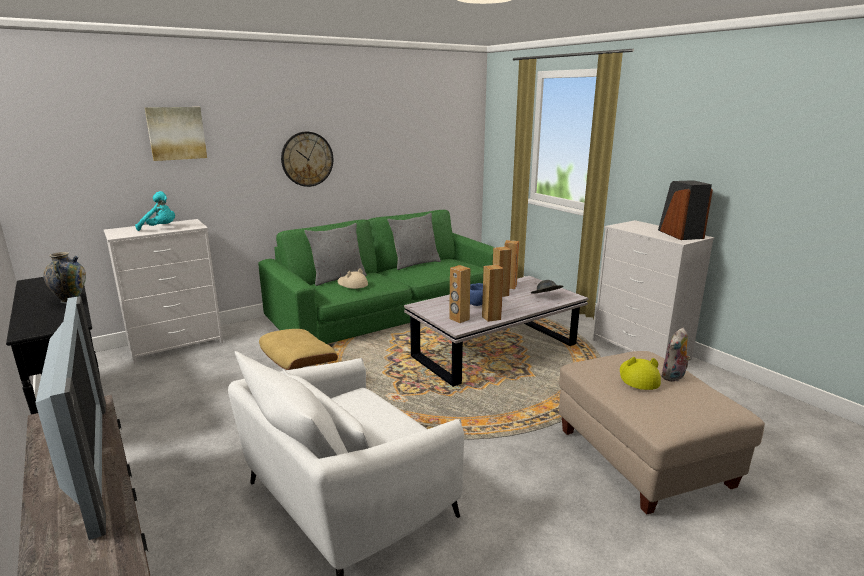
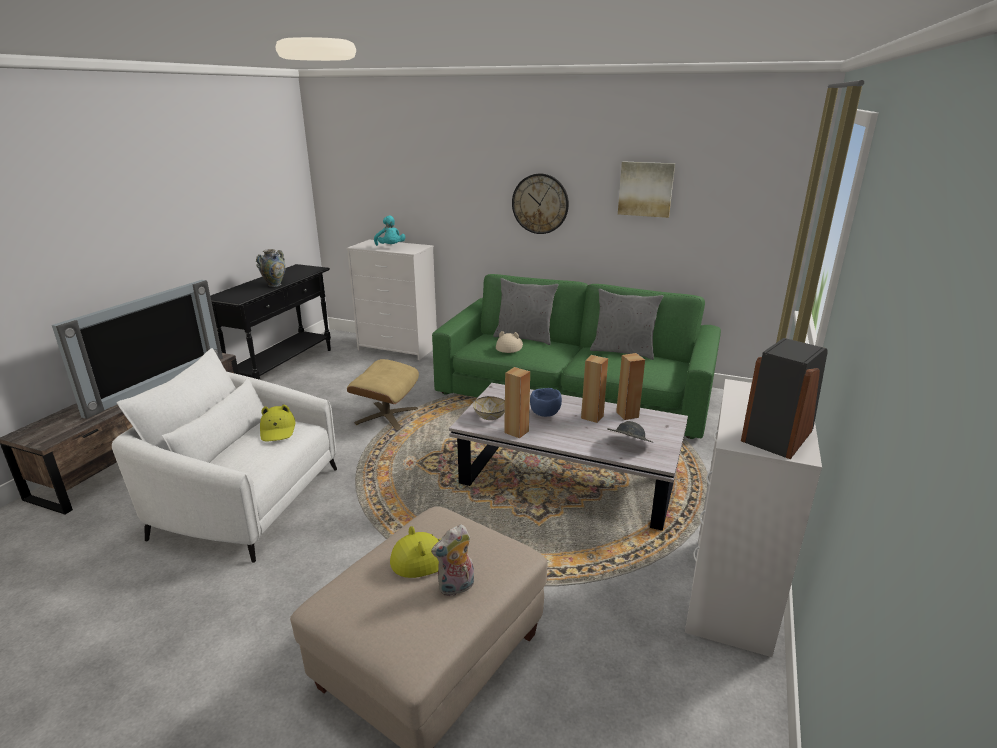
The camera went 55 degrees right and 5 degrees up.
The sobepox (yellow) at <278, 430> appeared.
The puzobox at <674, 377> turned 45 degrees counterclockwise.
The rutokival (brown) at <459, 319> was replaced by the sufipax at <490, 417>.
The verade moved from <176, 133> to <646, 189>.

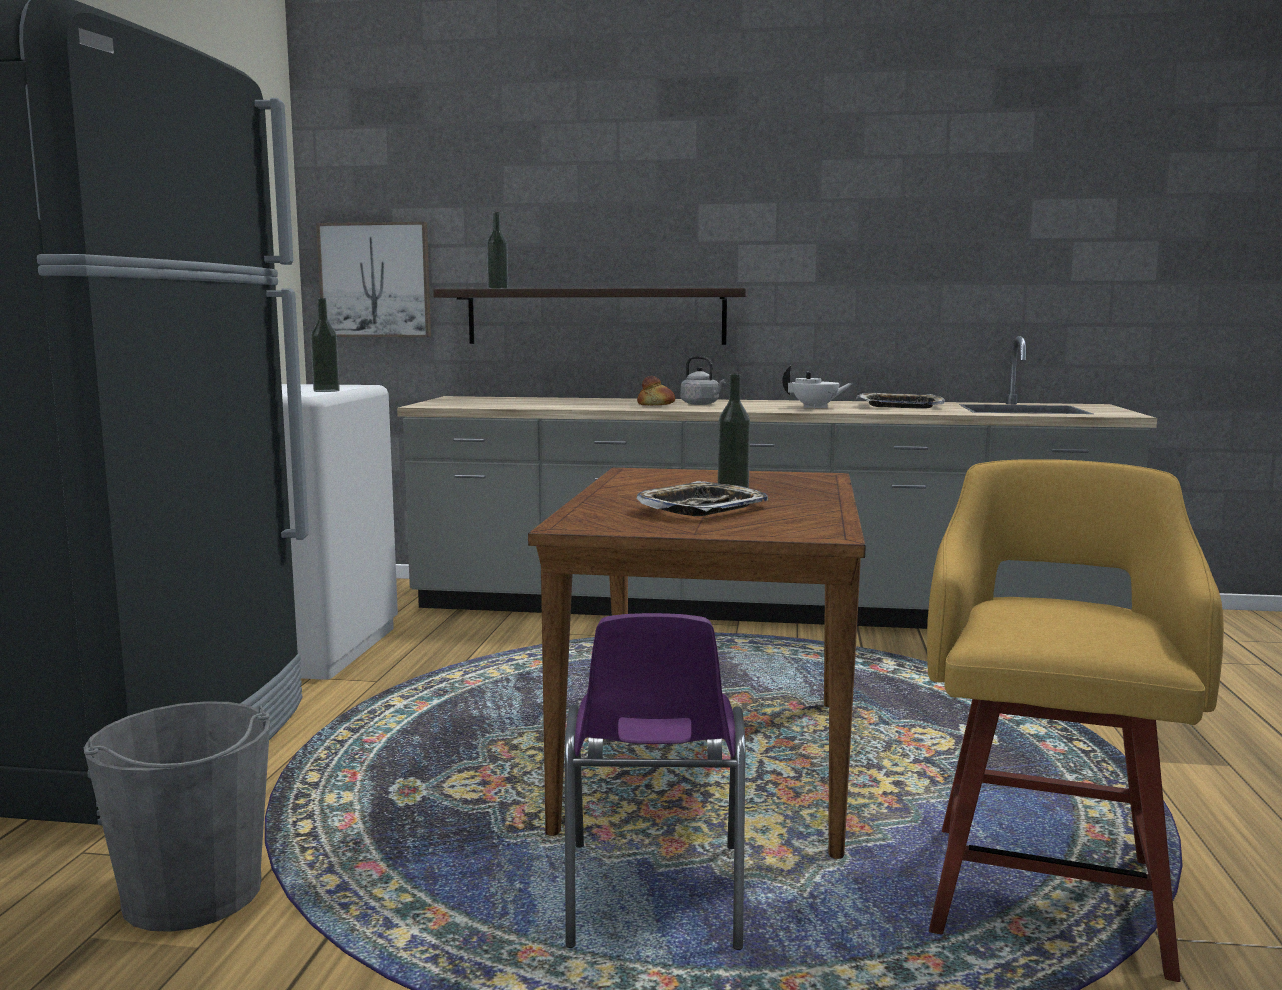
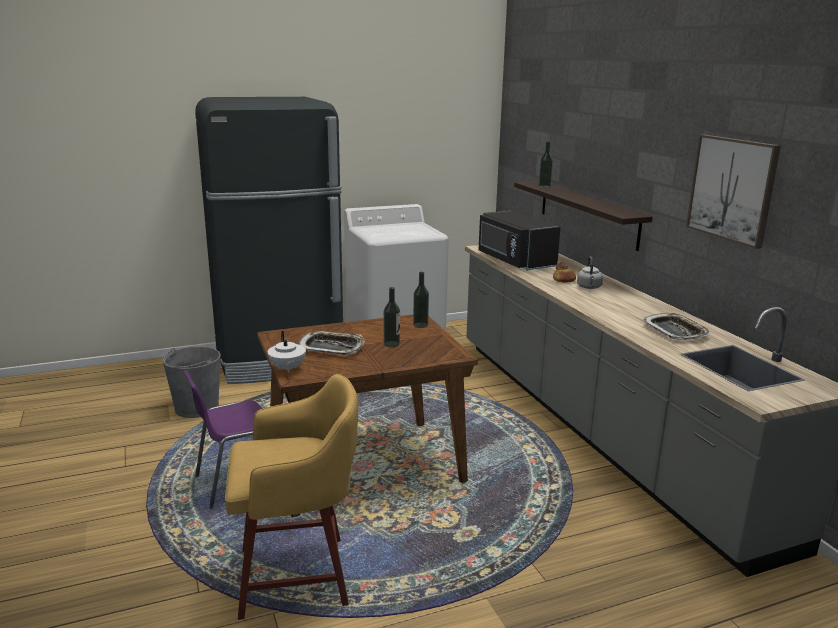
The camera went 60 degrees right and 10 degrees up.
The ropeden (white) moved from <815, 407> to <287, 369>.
The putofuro moved from <326, 391> to <420, 325>.
The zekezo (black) at <514, 261> appeared.
The verade moved from <375, 280> to <732, 189>.

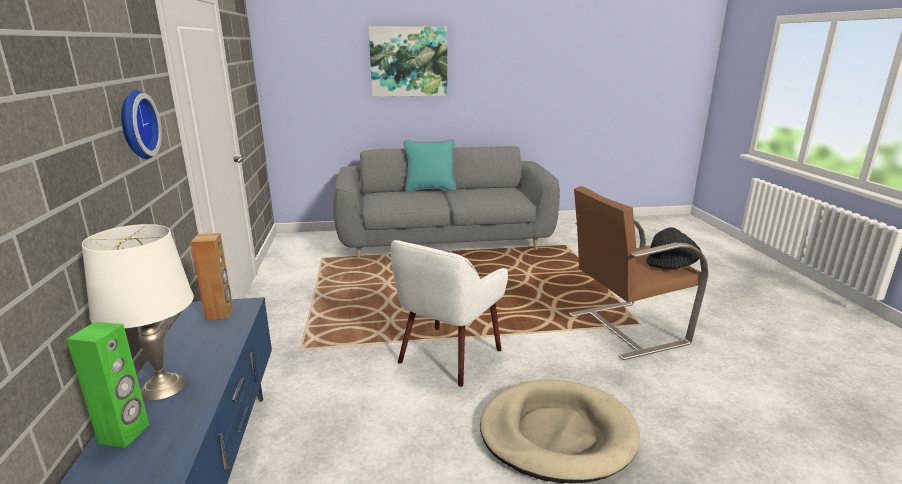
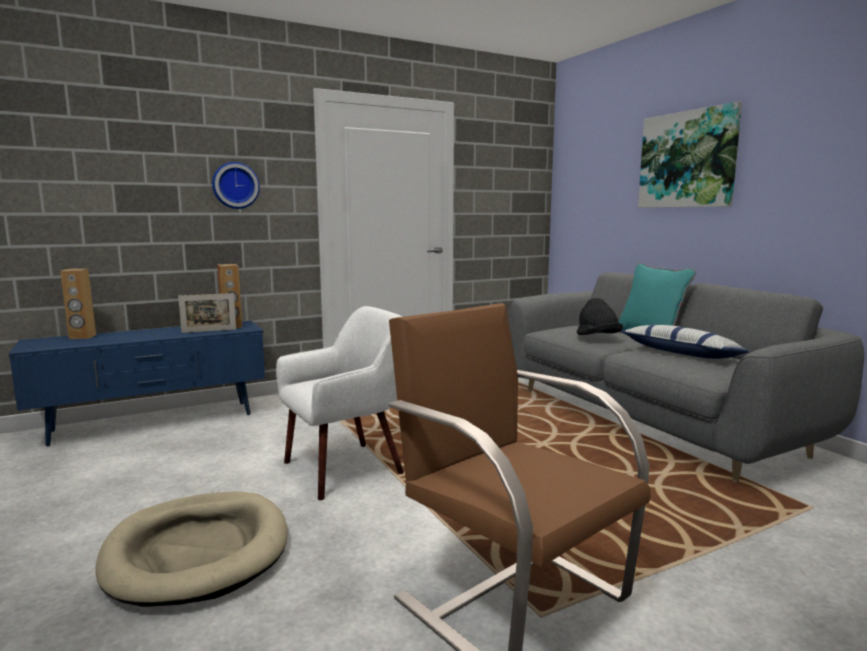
The camera went 70 degrees right and 10 degrees down.
The rutokival (green) at <125, 434> became the rutokival (brown) at <82, 337>.
The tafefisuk at <209, 331> appeared.
The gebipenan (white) at <448, 356> turned 135 degrees clockwise.
The sobepox (black) moved from <672, 265> to <597, 338>.
The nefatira at <681, 354> appeared.
The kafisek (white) at <162, 387> disappeared.

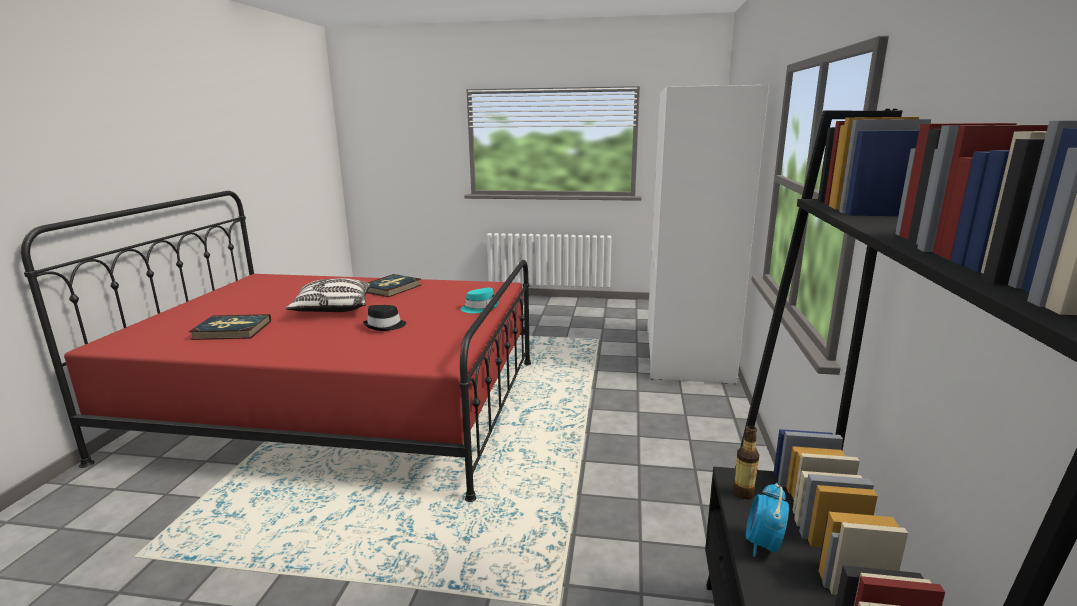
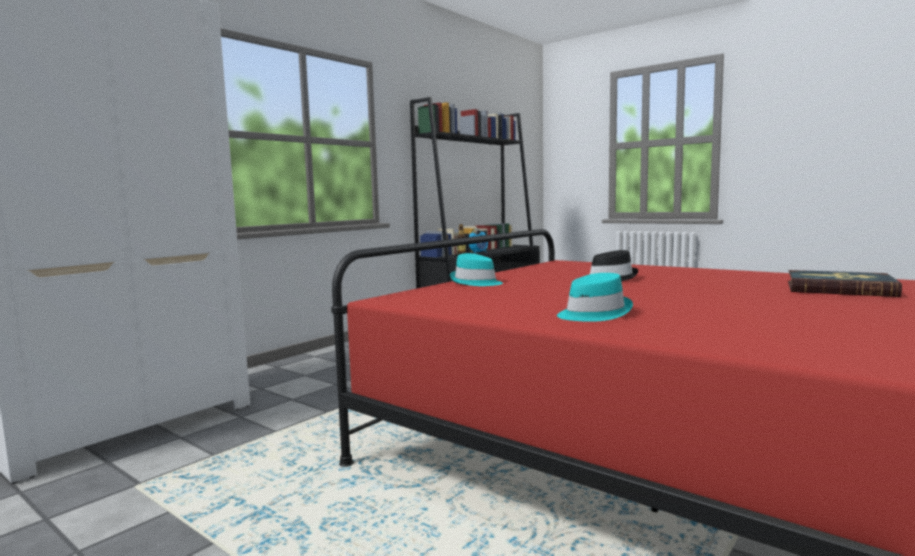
The camera went 150 degrees left and 10 degrees down.
The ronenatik at <391, 288> was replaced by the sobepox (turquoise) at <593, 314>.
The nefatira at <332, 309> disappeared.

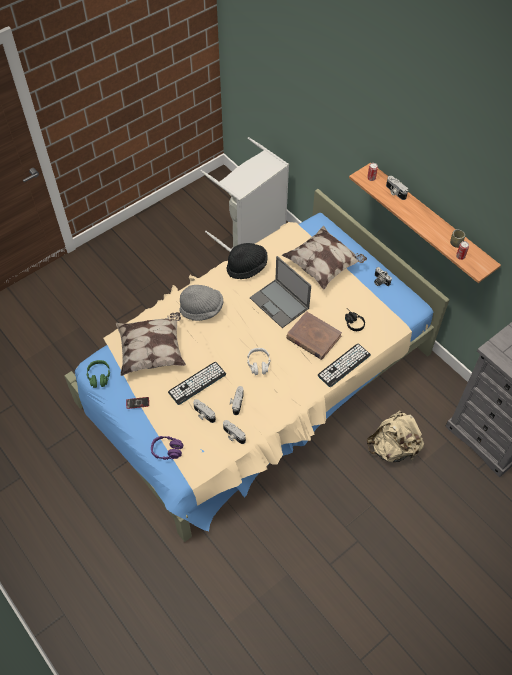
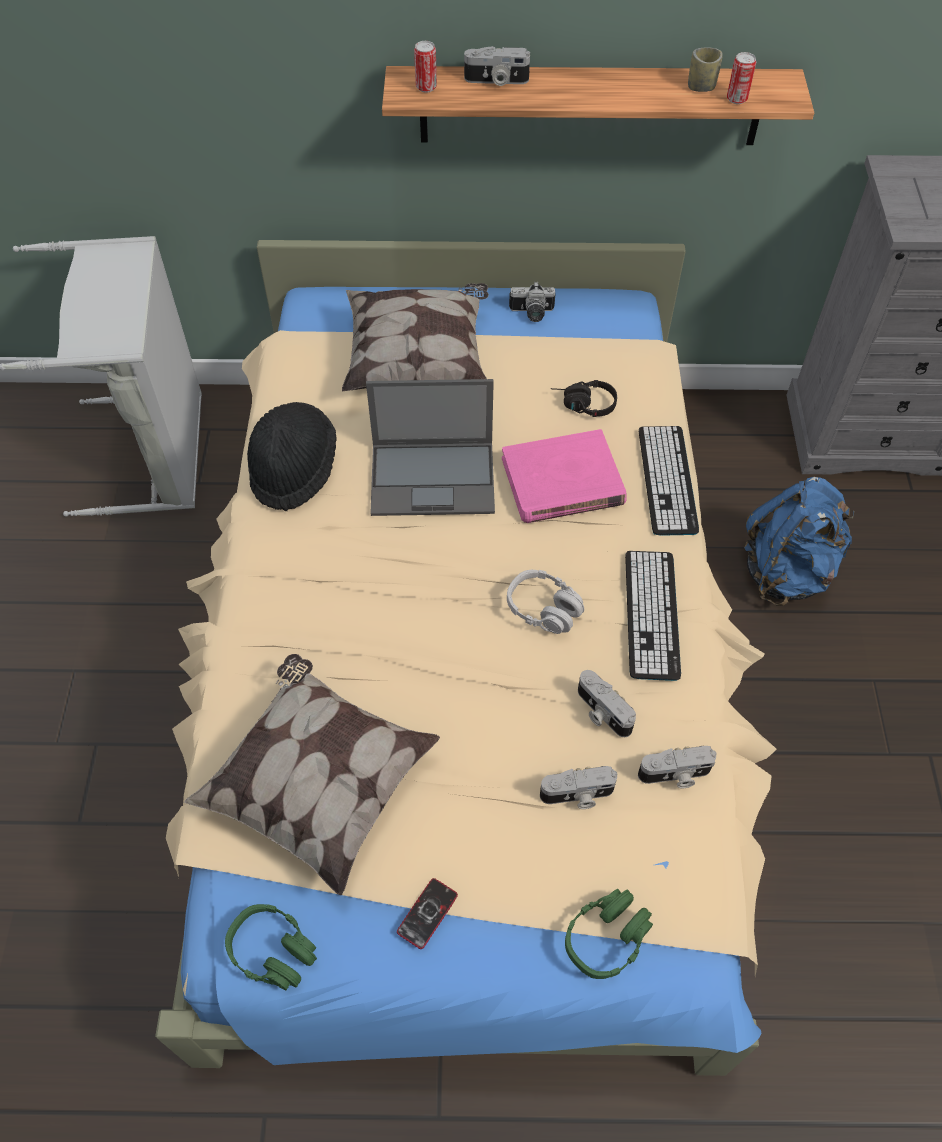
The camera went 50 degrees left and 0 degrees up.
The ronenatik (brown) at <313, 337> became the ronenatik (pink) at <562, 482>.
The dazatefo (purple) at <167, 450> became the dazatefo (green) at <606, 938>.
The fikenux moved from <197, 383> to <651, 614>.
The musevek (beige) at <393, 448> became the musevek (blue) at <787, 571>.
The sobepox (grey) at <202, 309> disappeared.

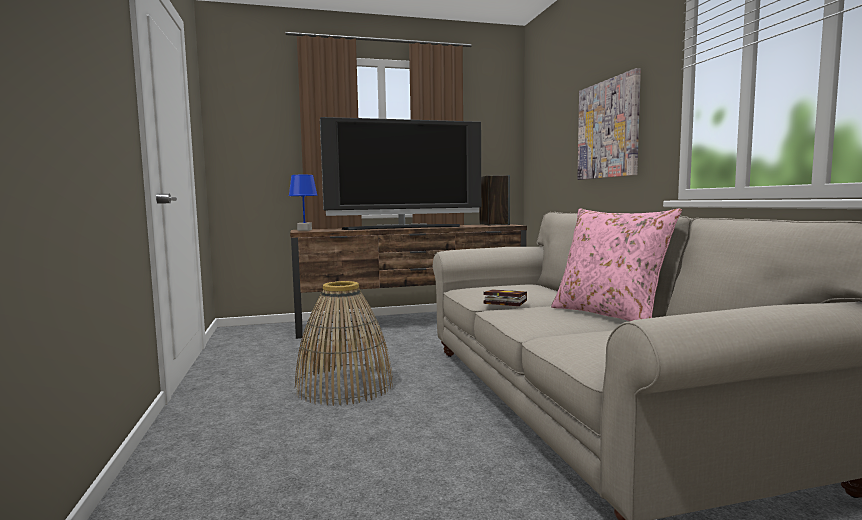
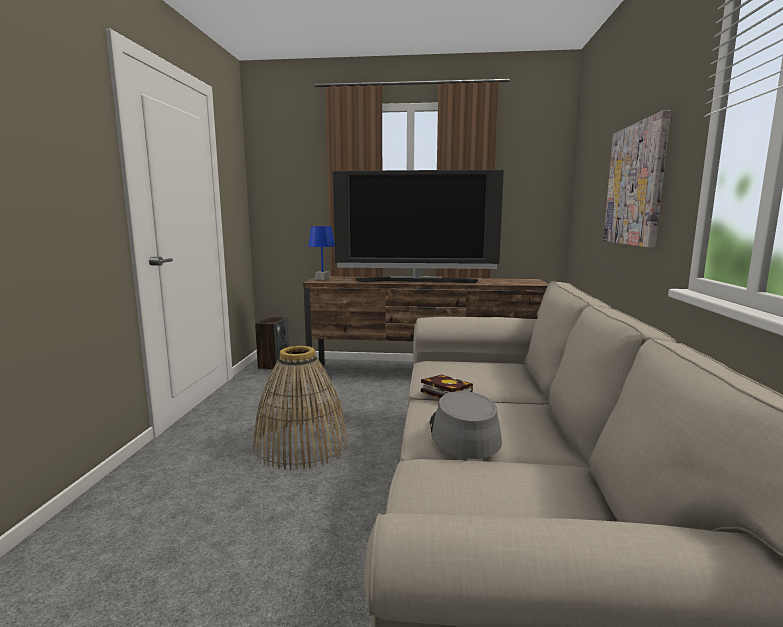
The camera went 20 degrees right and 5 degrees up.
The rutokival moved from <493, 224> to <274, 365>.
The sobepox (grey) at <463, 433> appeared.
The nefatira (pink) at <609, 314> disappeared.

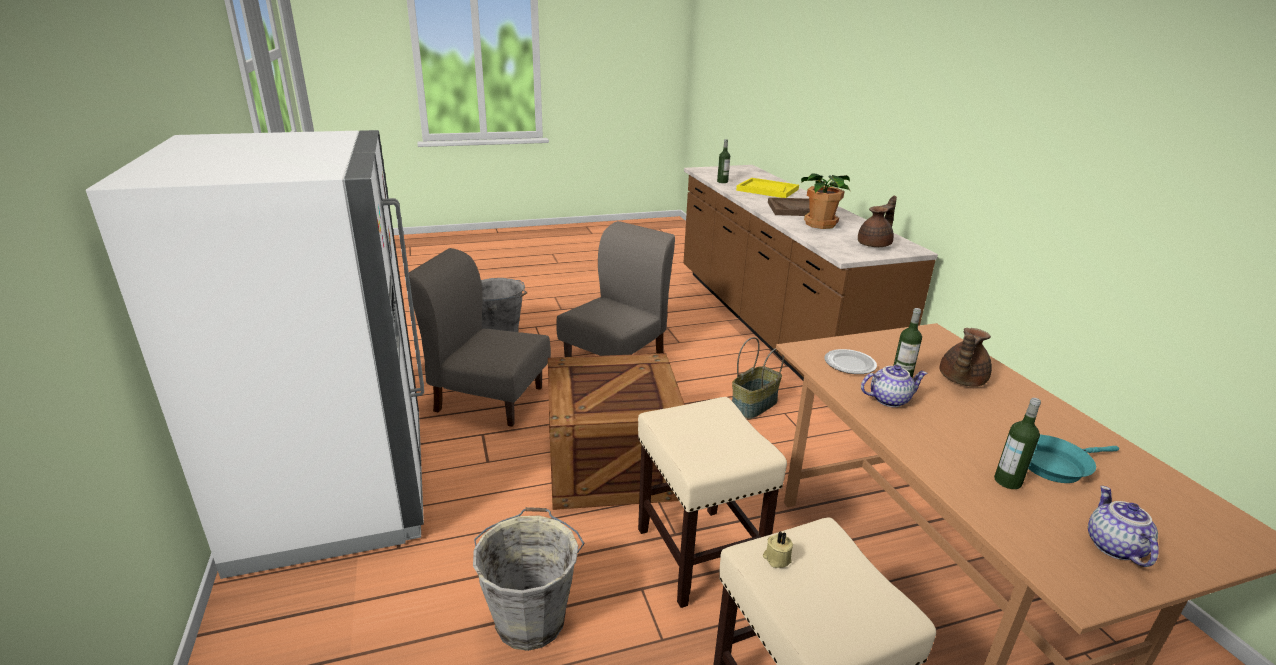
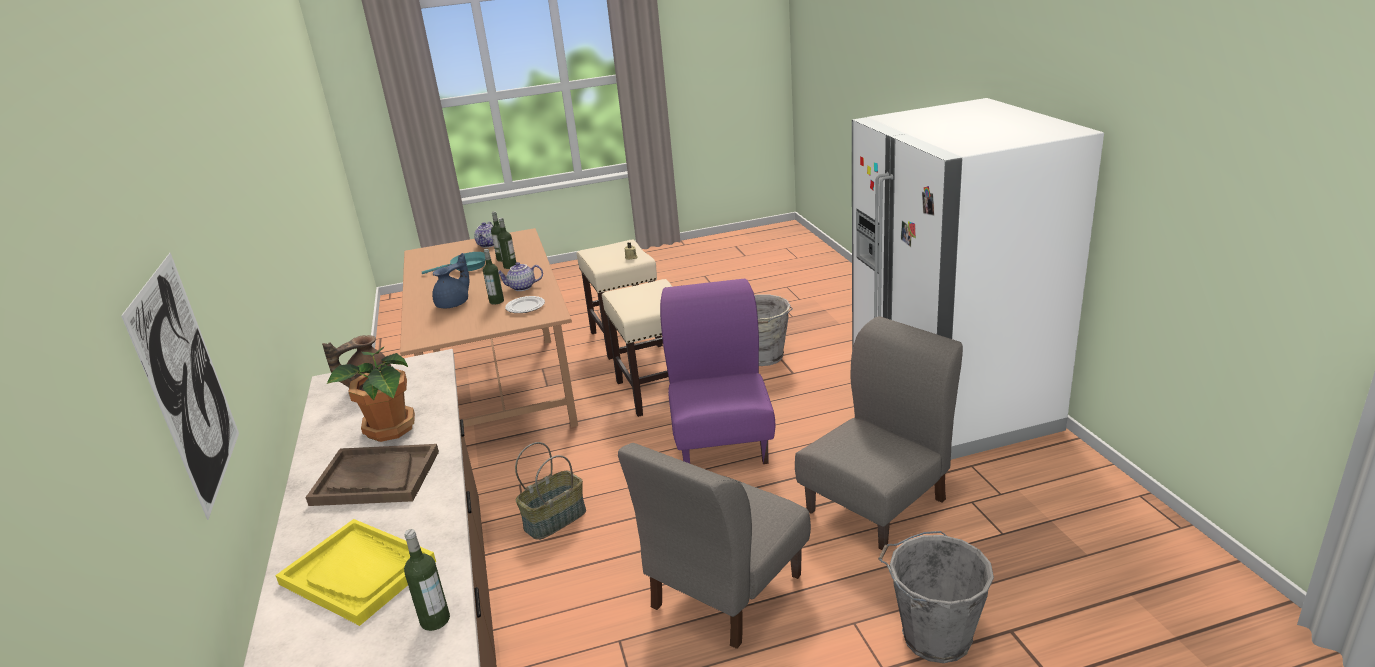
The camera went 175 degrees left and 0 degrees up.
The verade at <187, 382> appeared.
The ropeden (brown) at <960, 380> became the ropeden (blue) at <454, 304>.
The putofuro at <510, 266> appeared.
The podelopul at <610, 465> was replaced by the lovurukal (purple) at <722, 442>.
The lovurukal (grey) at <489, 398> turned 60 degrees counterclockwise.

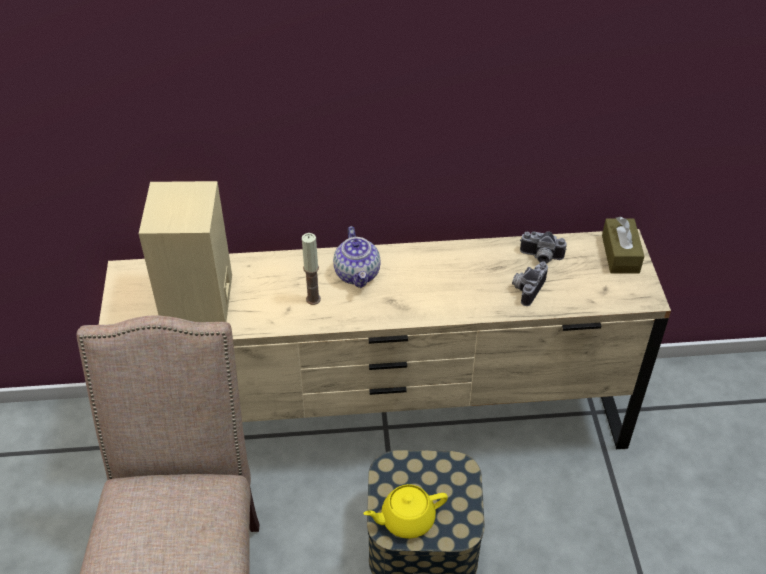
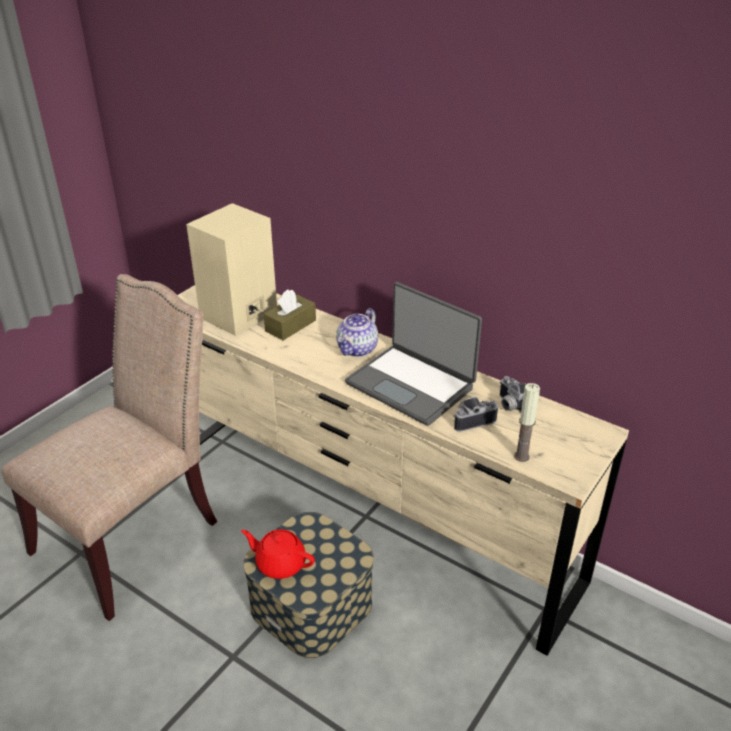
The camera went 40 degrees right and 10 degrees down.
The ropeden (yellow) at <406, 519> became the ropeden (red) at <280, 563>.
The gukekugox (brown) moved from <620, 254> to <290, 326>.
The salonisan at <411, 384> appeared.
The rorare moved from <313, 299> to <521, 456>.

